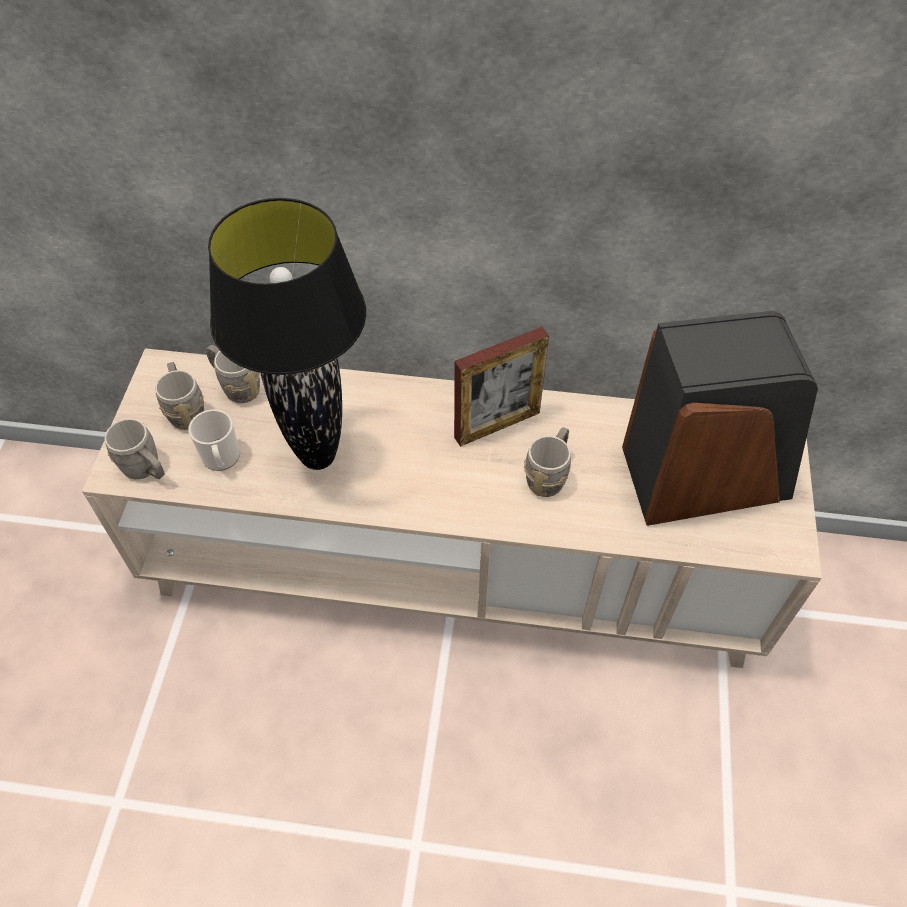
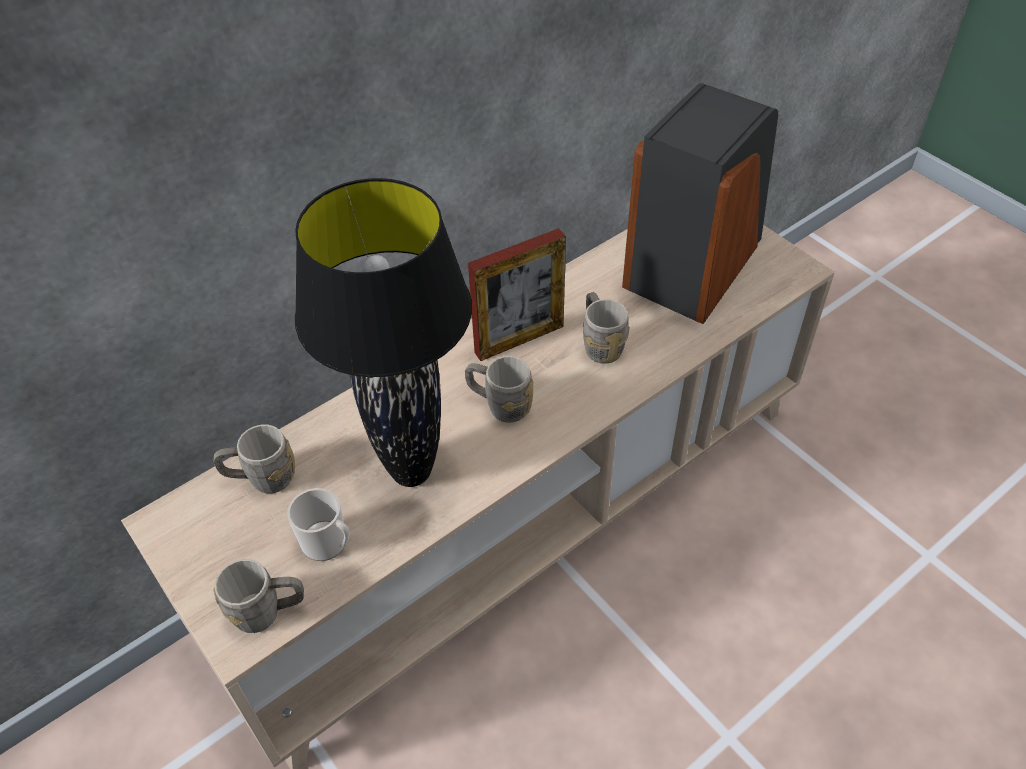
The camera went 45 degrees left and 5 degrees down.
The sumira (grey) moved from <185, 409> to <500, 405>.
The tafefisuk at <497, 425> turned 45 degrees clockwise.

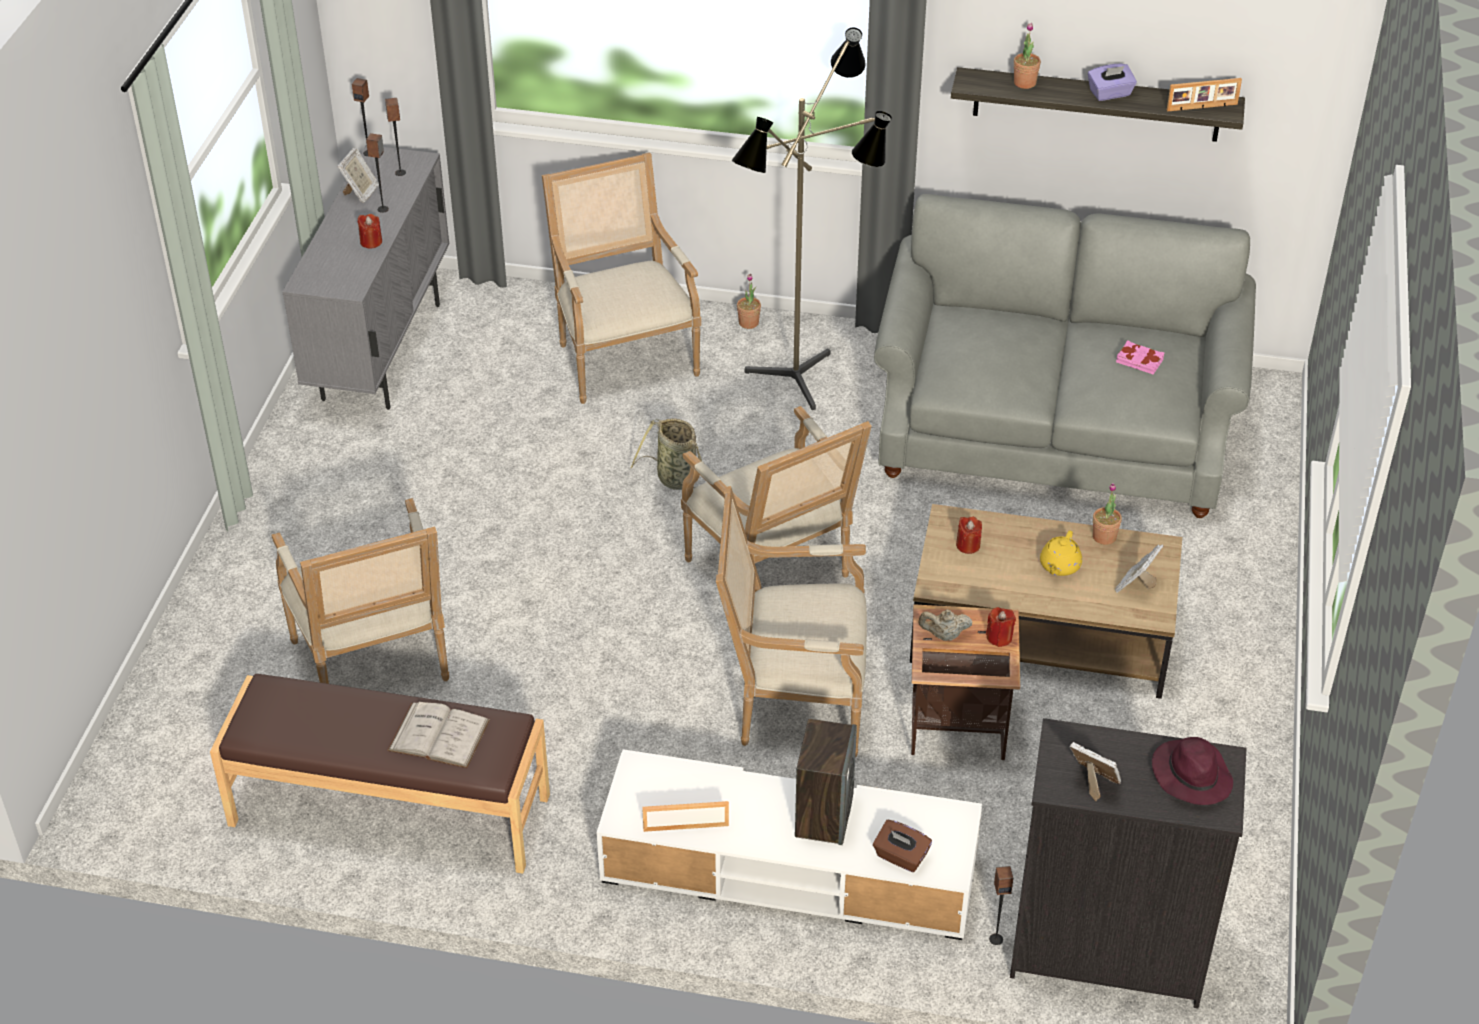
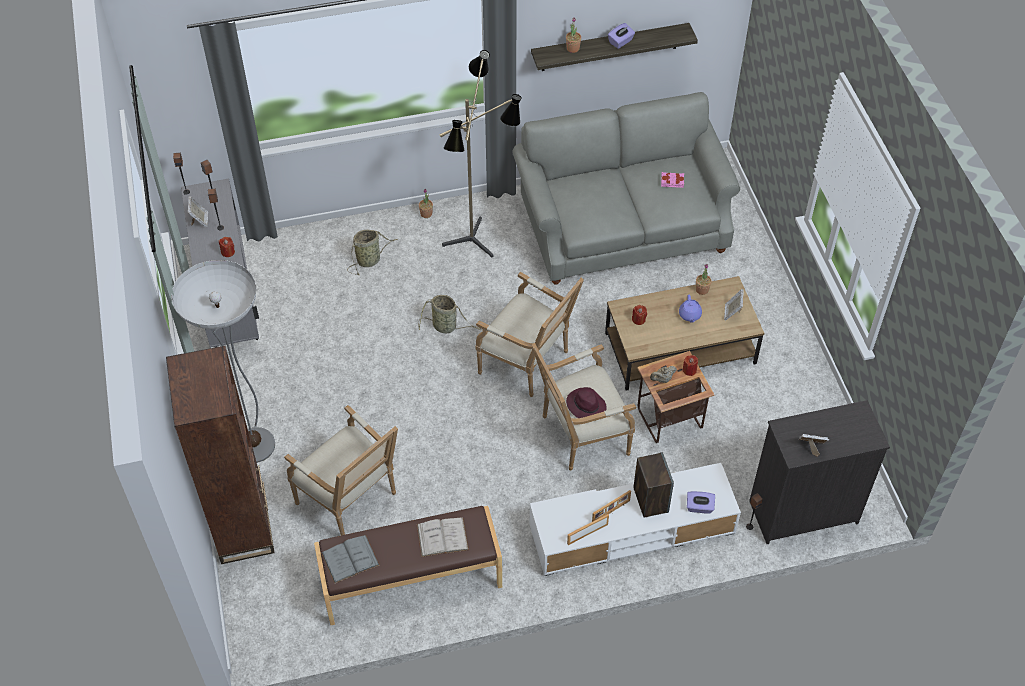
The camera went 25 degrees left and 10 degrees up.
The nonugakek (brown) at <243, 525> appeared.
The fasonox at <254, 445> appeared.
The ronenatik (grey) at <350, 559> appeared.
The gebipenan at <623, 357> was replaced by the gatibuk at <370, 260>.
The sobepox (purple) moved from <1191, 775> to <585, 405>.
The tafefisuk moved from <1202, 107> to <611, 512>.
The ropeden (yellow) at <1059, 566> became the ropeden (purple) at <689, 315>.
The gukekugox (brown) at <900, 857> became the gukekugox (purple) at <699, 507>.

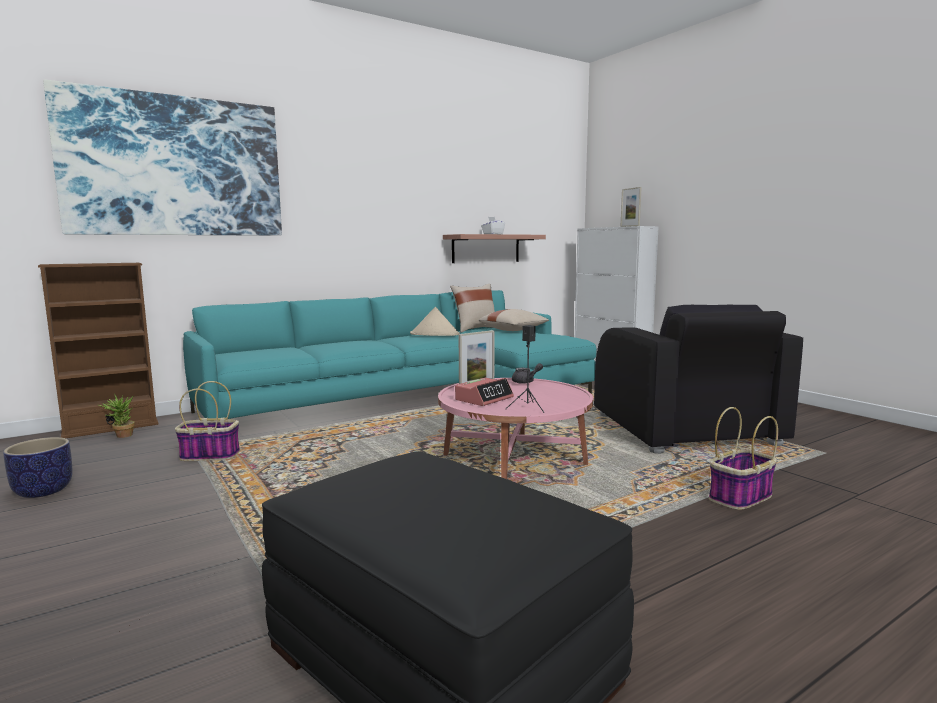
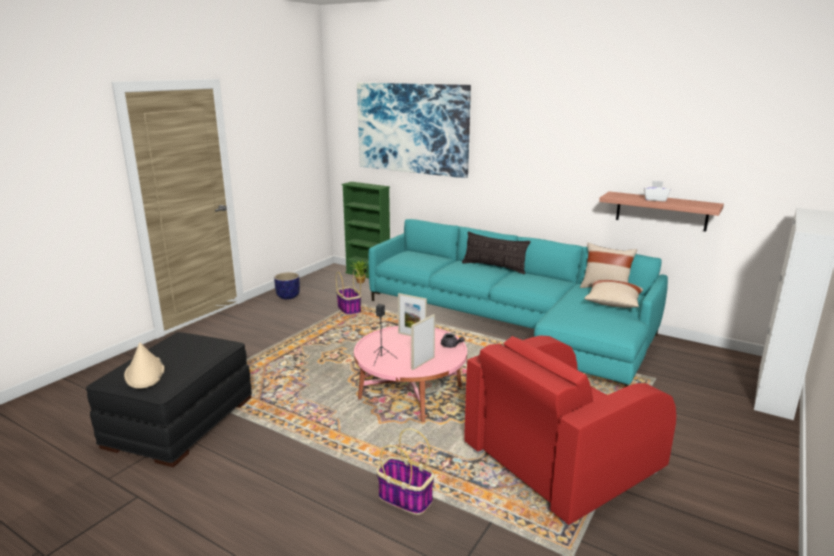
The camera went 65 degrees right and 10 degrees up.
The sobepox (beige) moved from <435, 334> to <145, 373>.
The nonugakek (brown) at <111, 428> became the nonugakek (green) at <368, 275>.
The tafefisuk moved from <629, 226> to <423, 363>.
The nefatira at <494, 267> appeared.
The gebipenan (black) at <684, 430> became the gebipenan (red) at <560, 461>.
The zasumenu at <484, 399> disappeared.

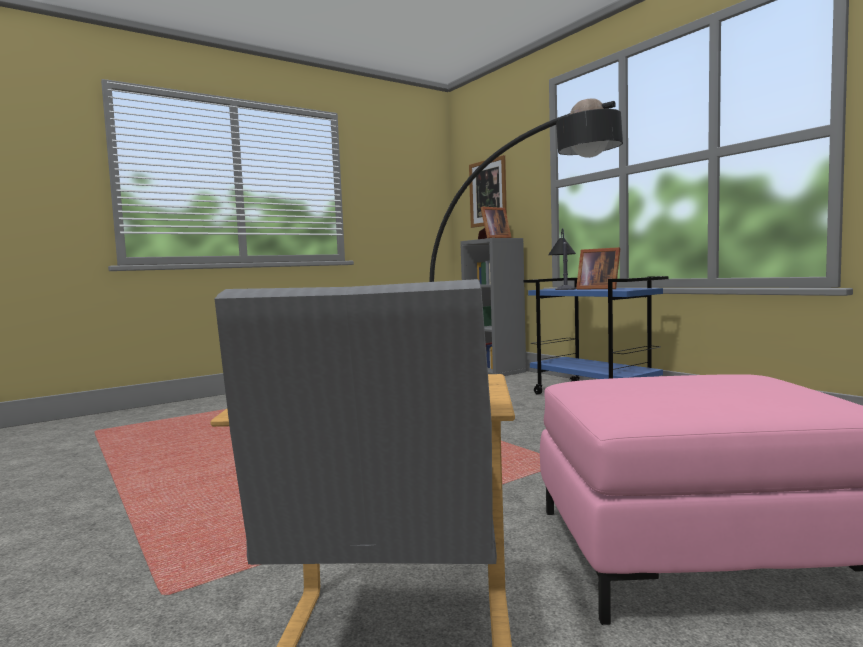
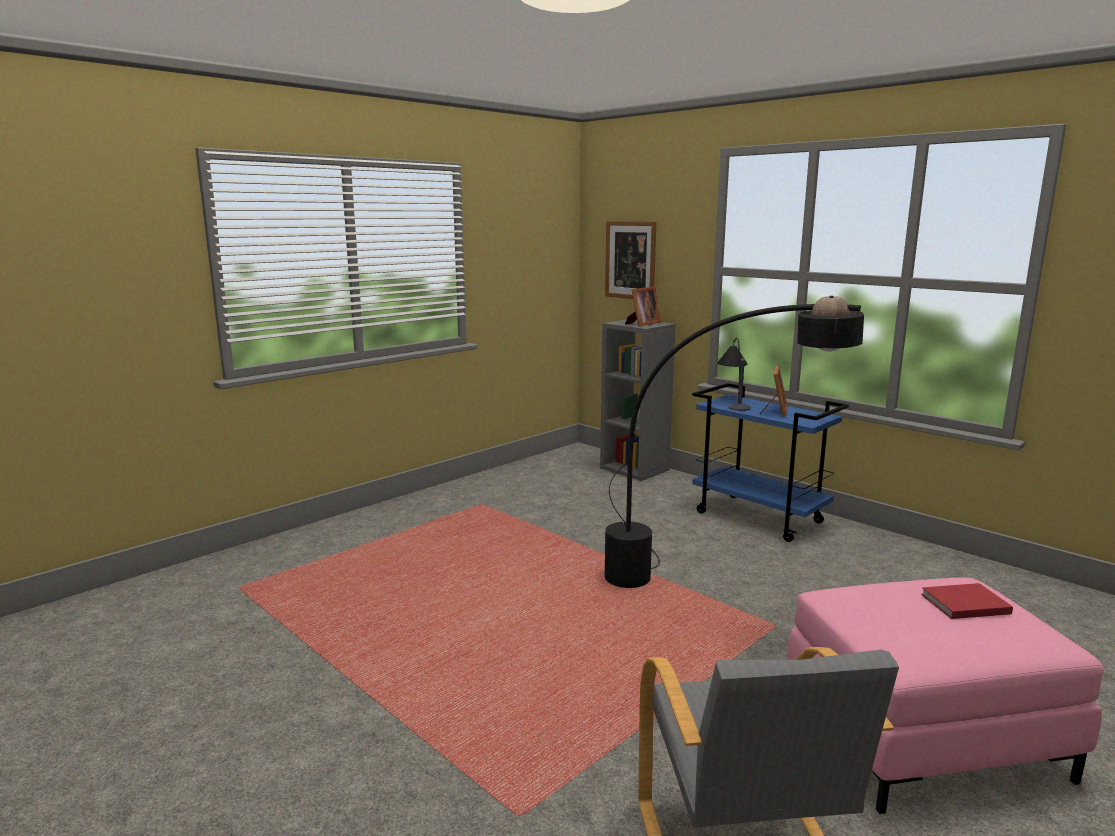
The camera went 10 degrees left and 10 degrees up.
The tafefisuk at <598, 289> turned 105 degrees counterclockwise.
The ronenatik (red) at <962, 603> appeared.

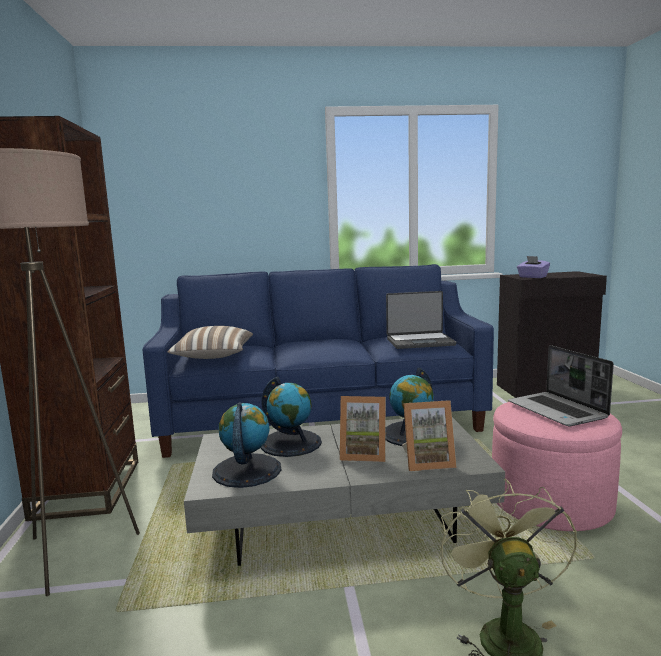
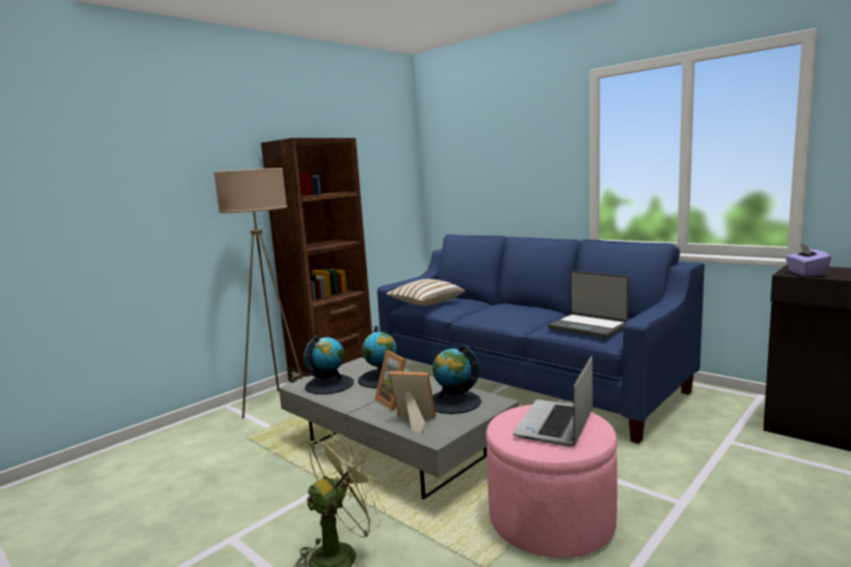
The camera went 50 degrees right and 0 degrees up.
The tafefisuk at <427, 462> turned 150 degrees clockwise.

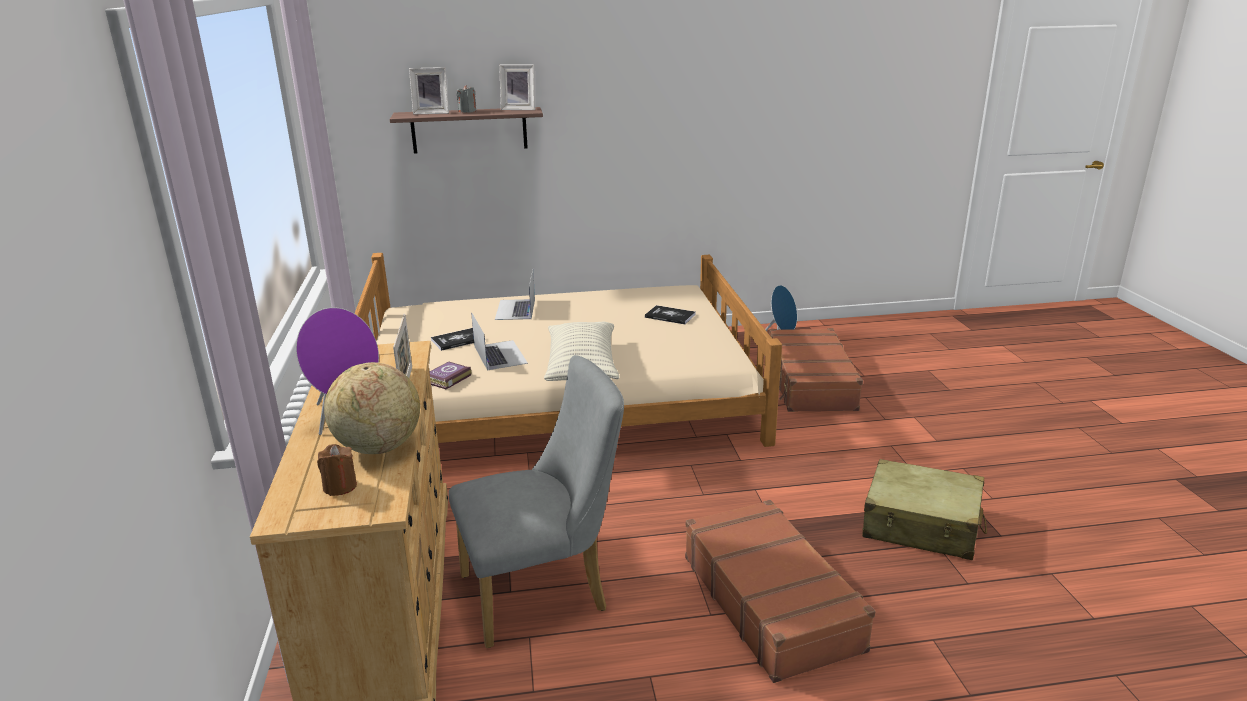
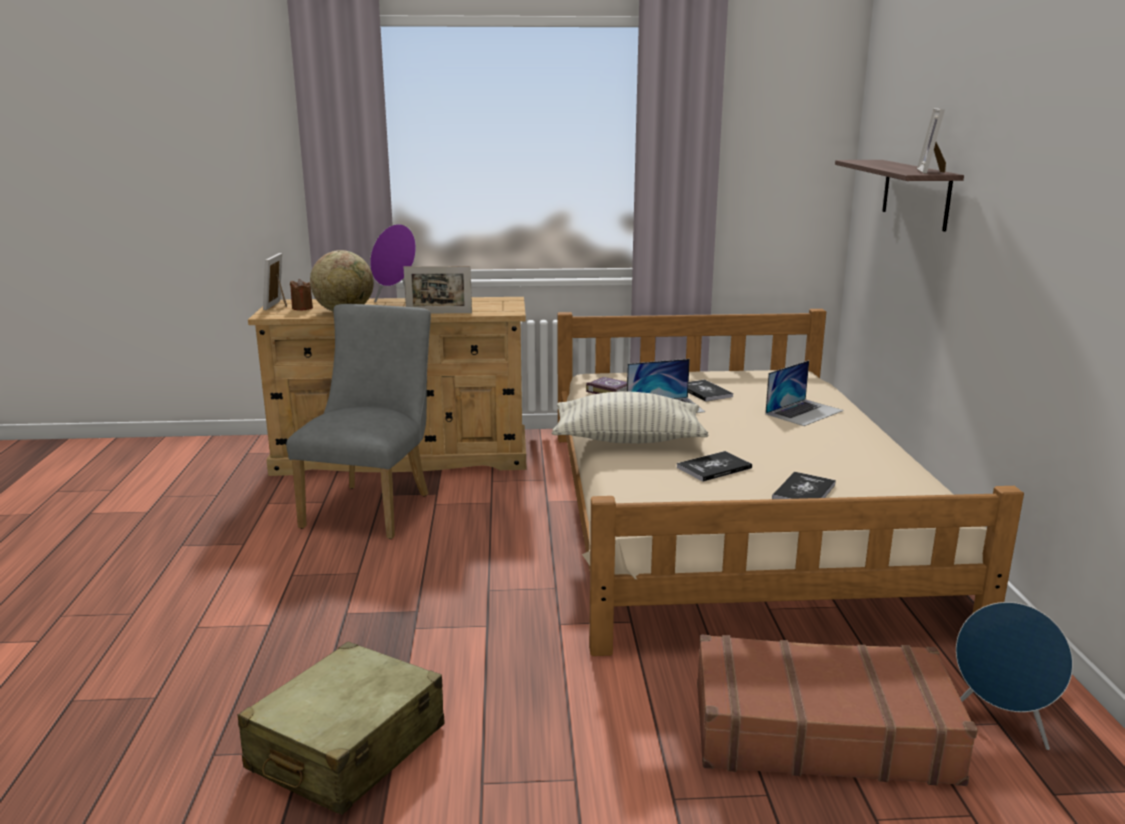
The camera went 95 degrees right and 5 degrees down.
The tafefisuk moved from <432, 113> to <279, 305>.
The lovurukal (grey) at <544, 591> turned 150 degrees counterclockwise.
The ronenatik at <714, 468> appeared.
The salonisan at <515, 309> turned 135 degrees clockwise.
The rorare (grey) at <467, 111> disappeared.
The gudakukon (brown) at <771, 601> disappeared.

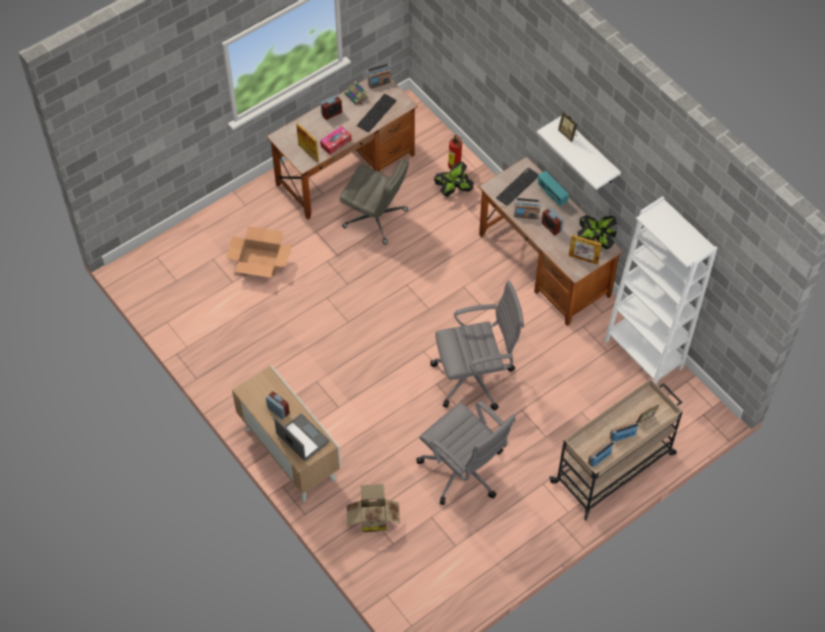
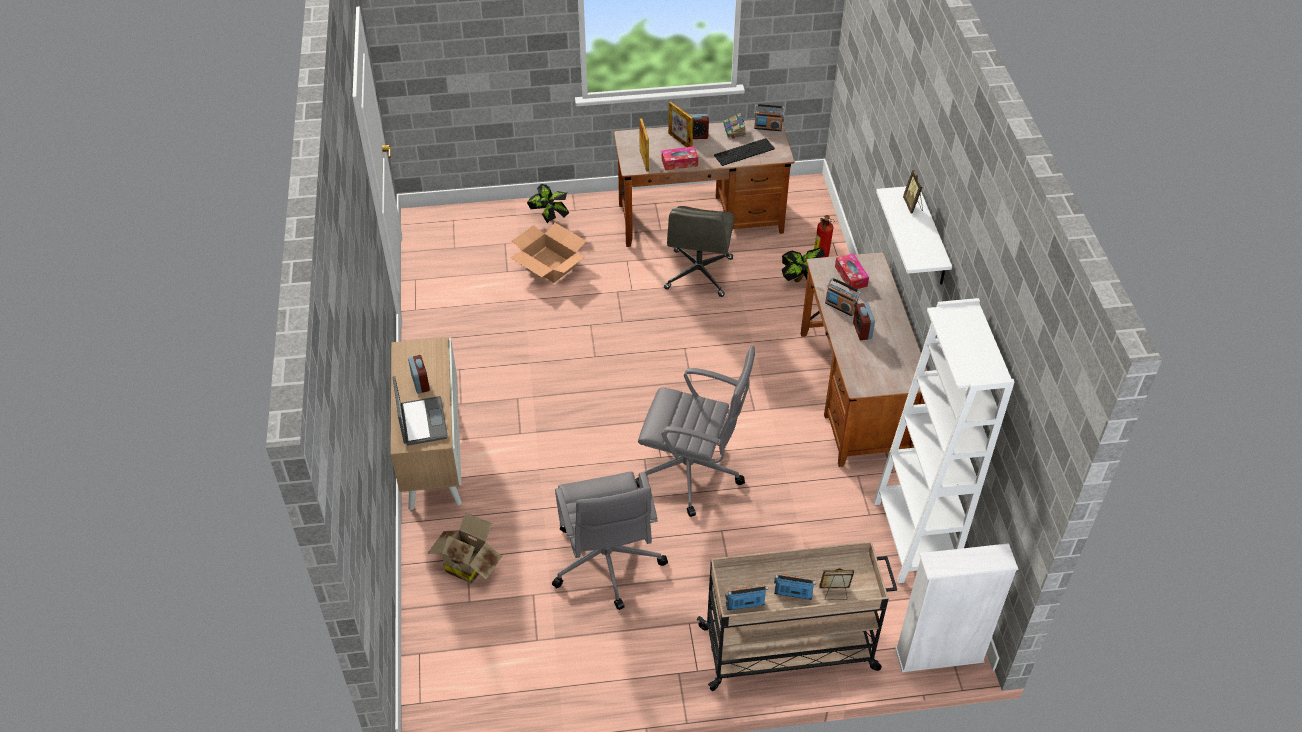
The camera went 30 degrees right and 10 degrees down.
The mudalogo moved from <595, 242> to <550, 219>.
The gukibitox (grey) at <376, 219> turned 45 degrees clockwise.
The tafefisuk moved from <583, 259> to <680, 141>.
The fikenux at <517, 187> was replaced by the gukekugox at <851, 276>.
The nonugakek (white) at <939, 655> appeared.
The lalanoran at <552, 194> disappeared.

